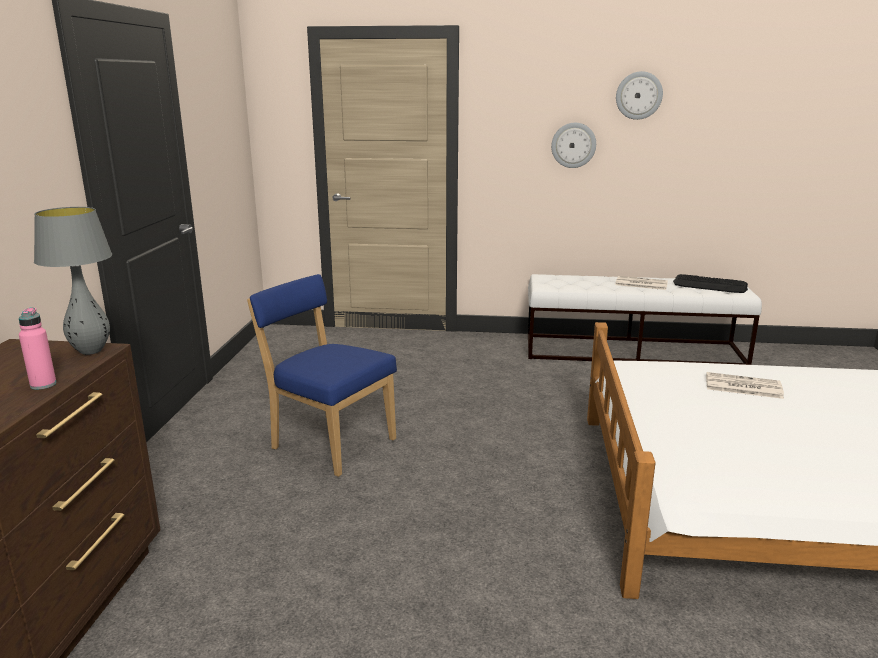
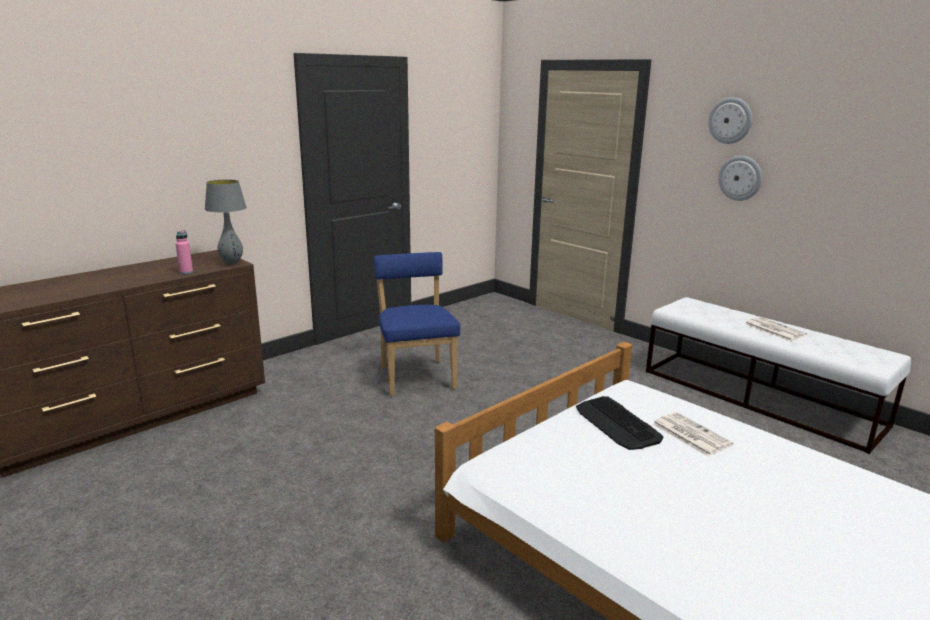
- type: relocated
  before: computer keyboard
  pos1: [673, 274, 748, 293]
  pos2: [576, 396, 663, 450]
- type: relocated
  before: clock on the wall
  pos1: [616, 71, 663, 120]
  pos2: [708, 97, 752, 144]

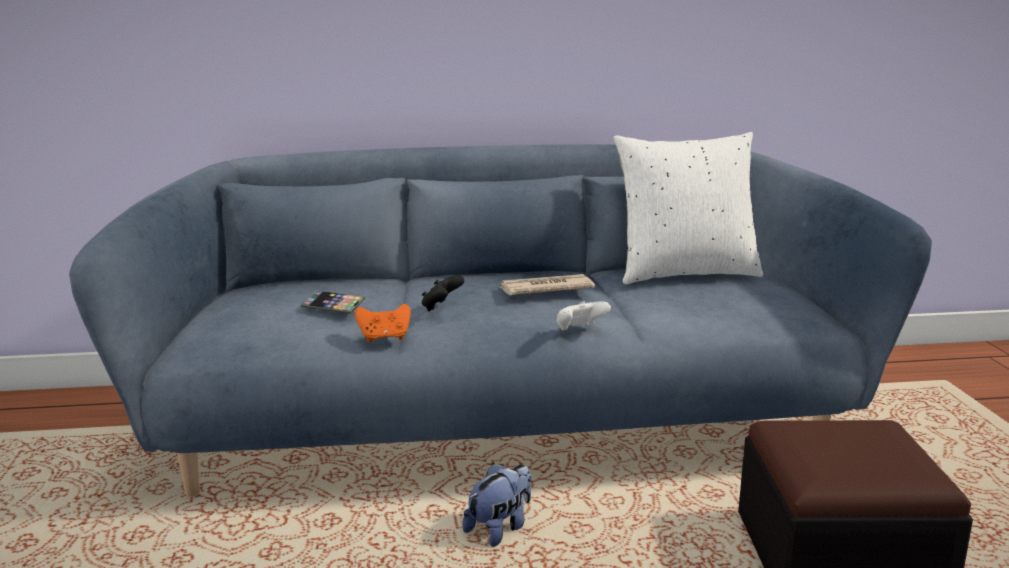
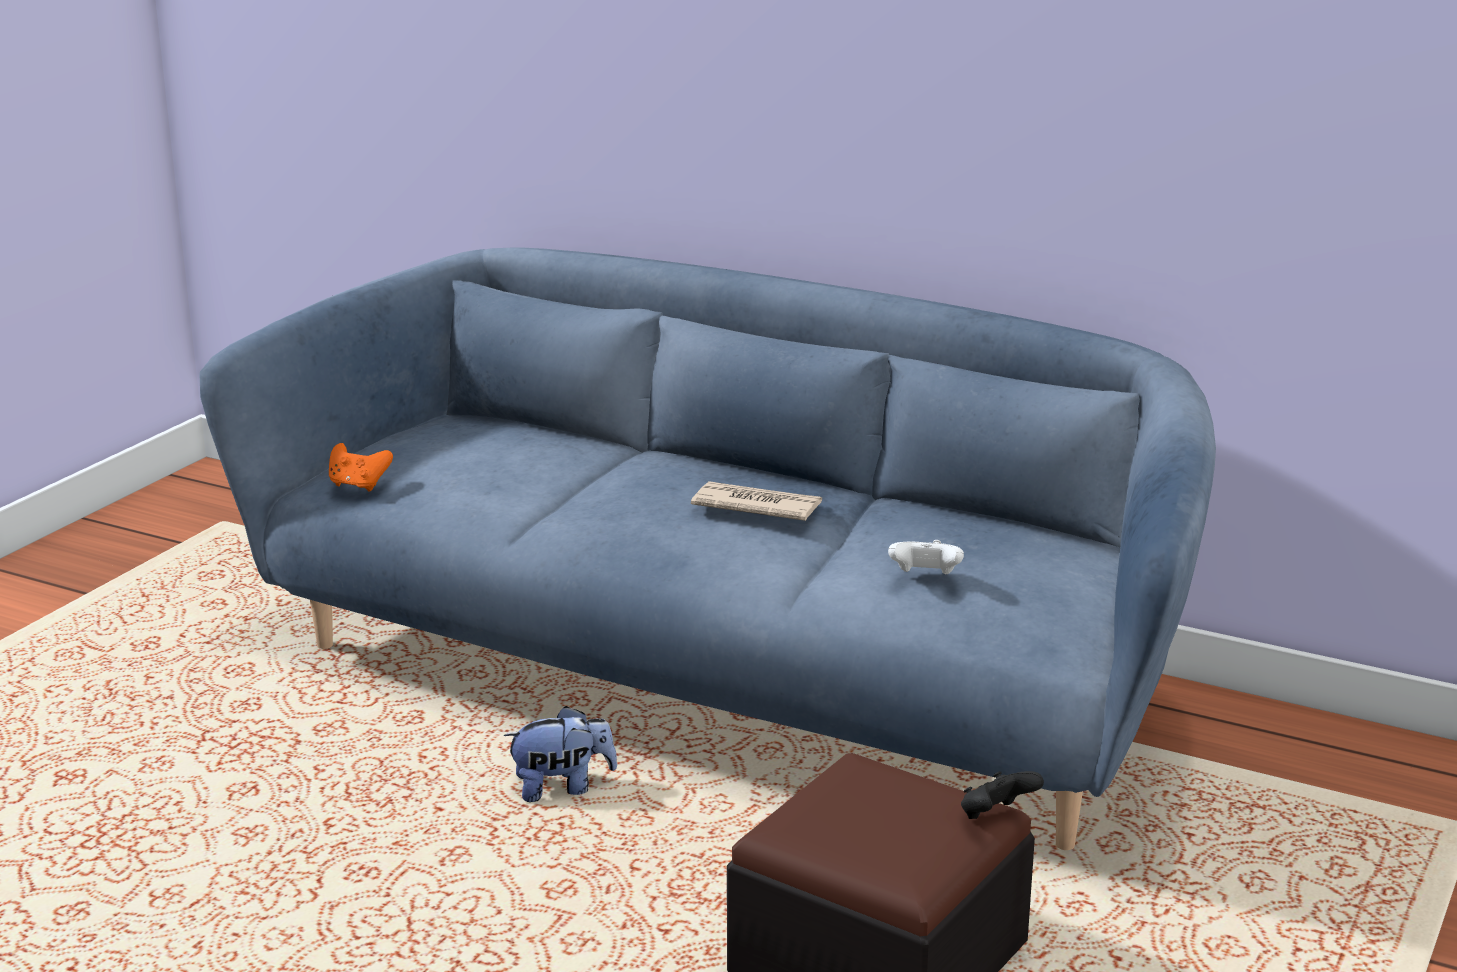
- type: relocated
  before: game controller (orange)
  pos1: [355, 304, 411, 342]
  pos2: [329, 443, 393, 491]
- type: relocated
  before: game controller (whitish)
  pos1: [557, 301, 611, 331]
  pos2: [888, 540, 964, 575]
- type: relocated
  before: game controller (black)
  pos1: [421, 275, 464, 311]
  pos2: [961, 771, 1044, 819]
- type: missing
  before: handset
  pos1: [301, 290, 365, 314]
- type: missing
  before: pillow (whitish)
  pos1: [613, 132, 763, 285]

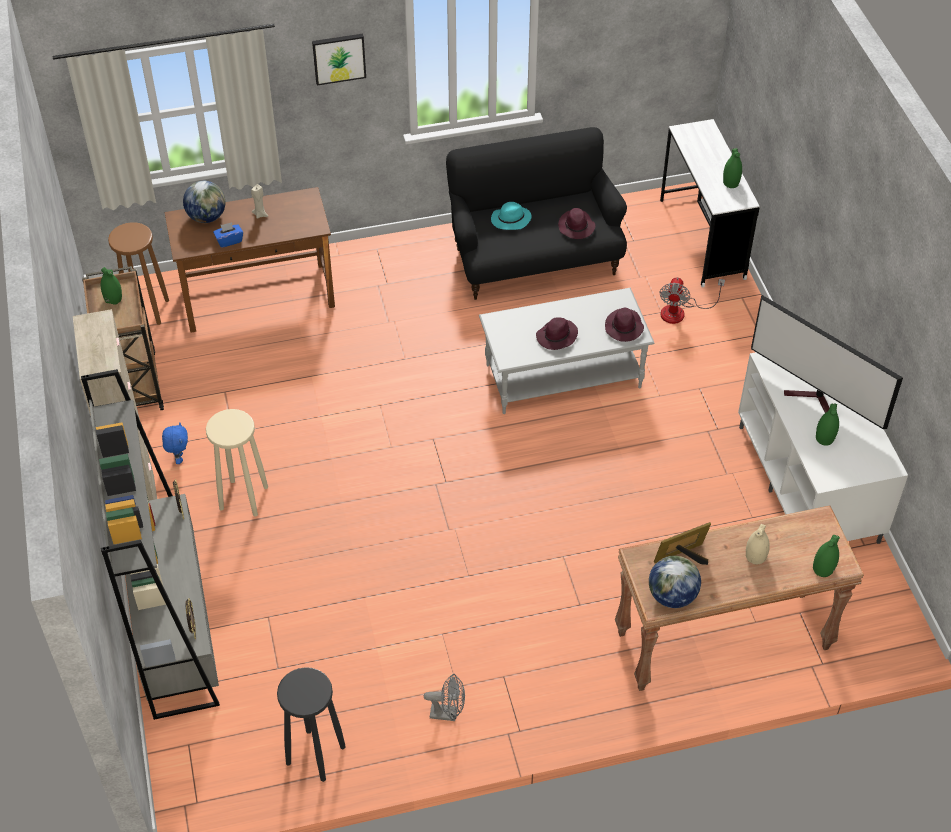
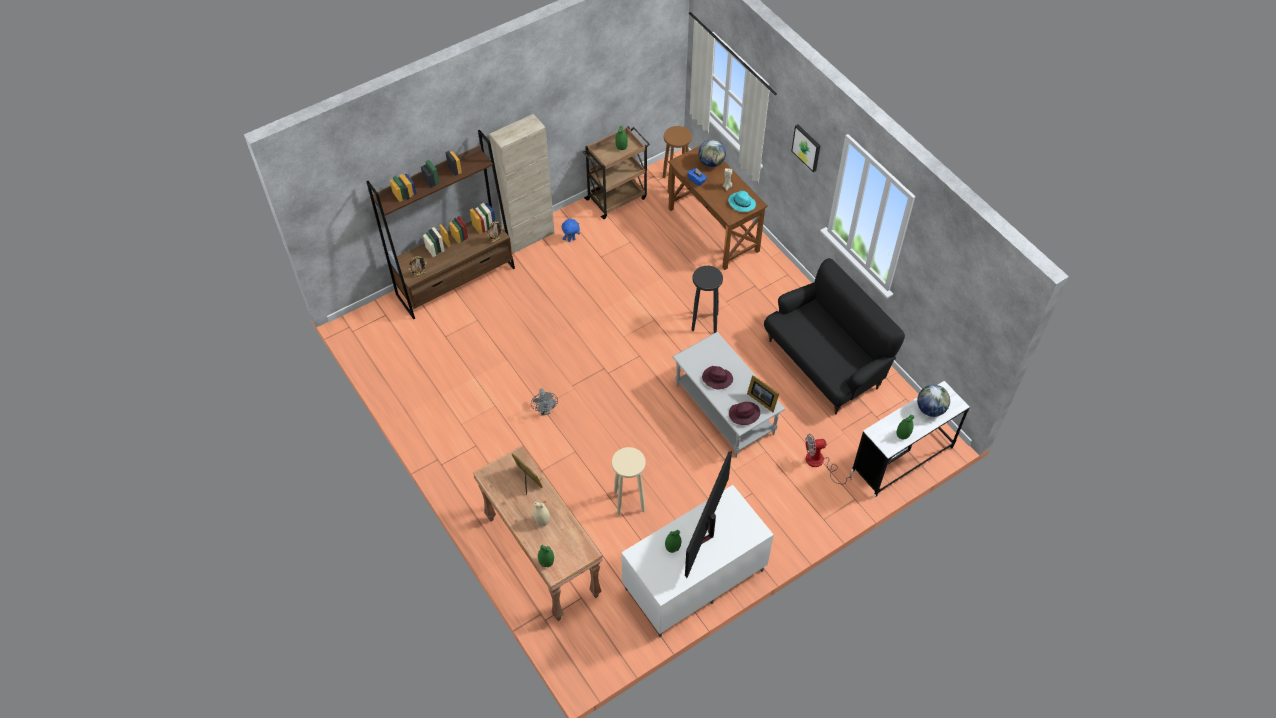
- type: colour
  before: shelving unit (gray)
  after: shelving unit (brown)
  pos1: [81, 369, 220, 720]
  pos2: [366, 130, 515, 319]
- type: relocated
  before: cooling fan (gray)
  pos1: [424, 674, 465, 721]
  pos2: [531, 388, 558, 416]
- type: relocated
  before: sitting stool (beige-coloured)
  pos1: [206, 409, 268, 516]
  pos2: [612, 447, 646, 515]
- type: relocated
  before: sitting stool (black)
  pos1: [277, 667, 346, 782]
  pos2: [691, 266, 723, 333]
- type: relocated
  before: hat (blue-green)
  pos1: [491, 202, 532, 230]
  pos2: [728, 191, 756, 212]
- type: appeared
  after: picture frame
  pos2: [747, 375, 779, 412]
- type: relocated
  before: world globe
  pos1: [649, 556, 701, 608]
  pos2: [917, 385, 950, 417]
- type: missing
  before: hat (purplish)
  pos1: [558, 208, 595, 239]

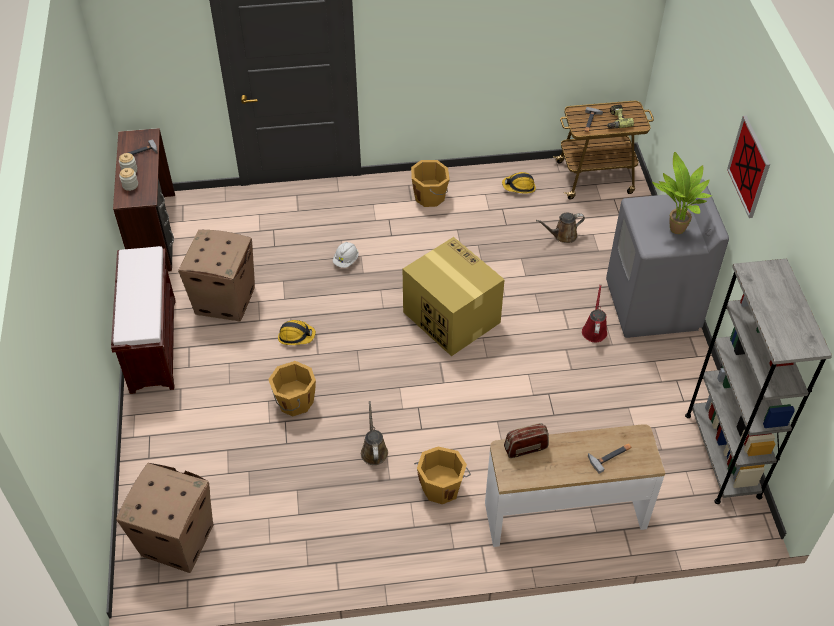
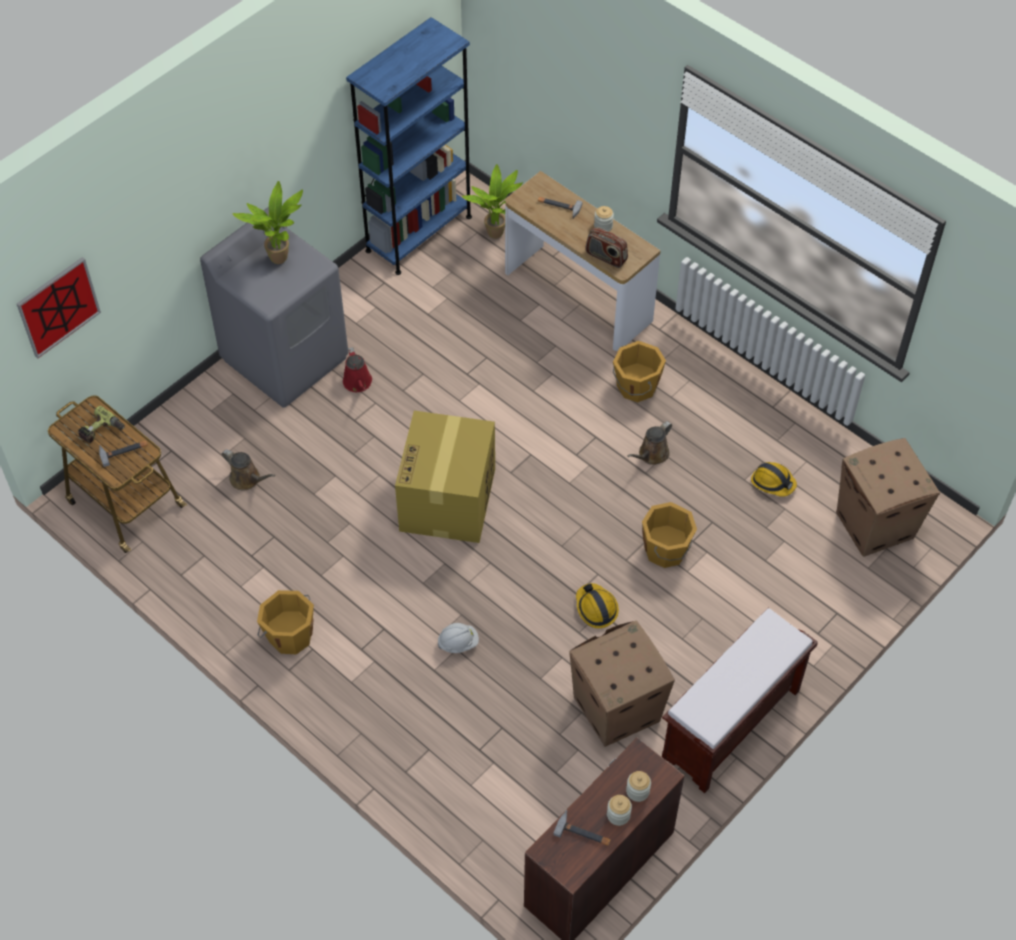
- type: relocated
  before: wall picture
  pos1: [727, 116, 770, 218]
  pos2: [17, 257, 101, 359]
- type: spun
  before: sprinkling can (red)
  pos1: [582, 284, 607, 342]
  pos2: [343, 347, 372, 392]
  turn: -75
- type: colour
  before: shelving unit (gray)
  after: shelving unit (blue-coloured)
  pos1: [685, 259, 832, 504]
  pos2: [346, 17, 472, 275]
- type: appeared
  after: plant in a pot
  pos2: [462, 164, 523, 239]
- type: appeared
  after: jar
  pos2: [594, 206, 614, 232]
- type: relocated
  before: hard hat
  pos1: [502, 172, 536, 193]
  pos2: [751, 462, 797, 497]

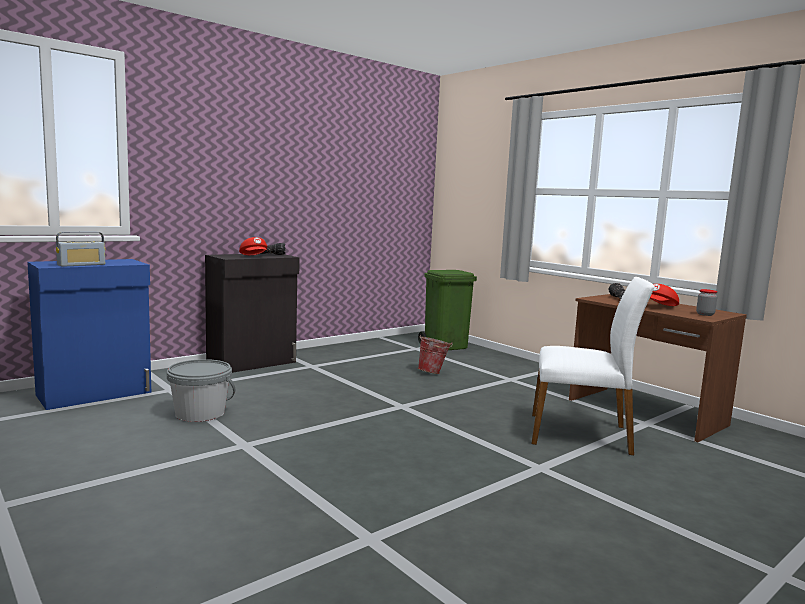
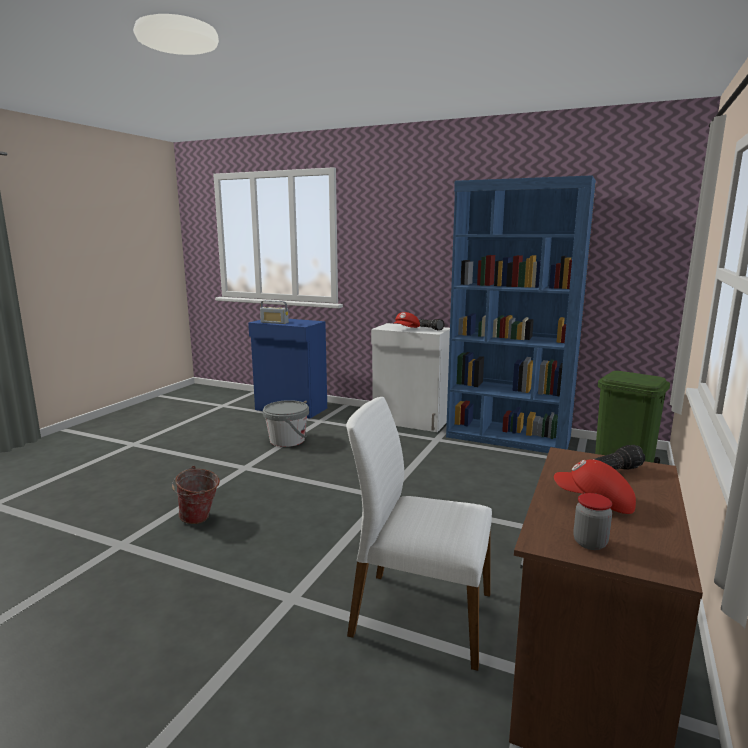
- type: relocated
  before: bucket
  pos1: [418, 335, 452, 374]
  pos2: [172, 466, 220, 524]
- type: spun
  before: chair (whitish)
  pos1: [532, 277, 655, 455]
  pos2: [346, 397, 492, 671]
  turn: 120
- type: colour
  before: cupboard (black)
  after: cupboard (whitish)
  pos1: [205, 253, 300, 373]
  pos2: [371, 323, 450, 432]
- type: appeared
  after: shelving unit (blue-coloured)
  pos2: [446, 175, 596, 453]

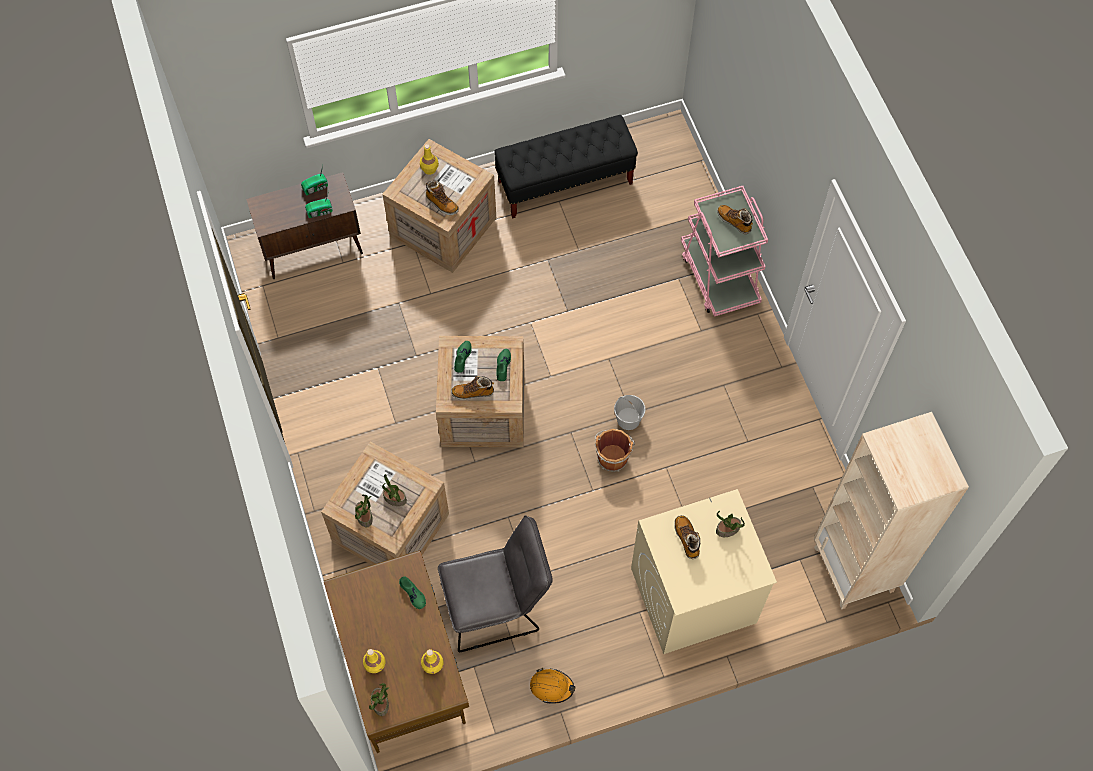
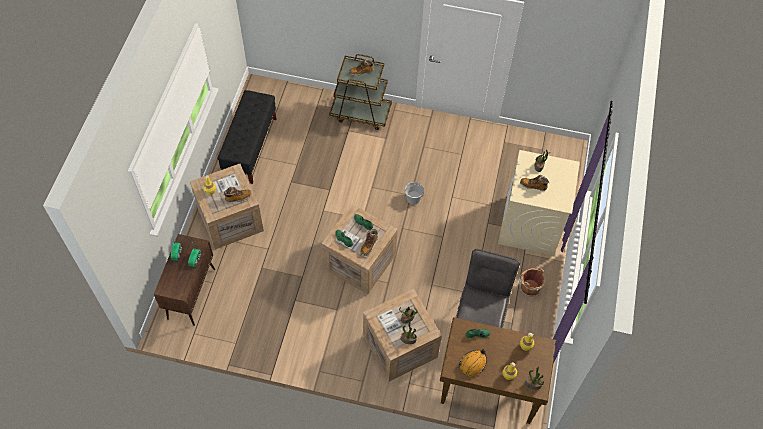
- type: colour
  before: cart (pink)
  after: cart (brown)
  pos1: [681, 186, 768, 317]
  pos2: [329, 54, 392, 130]
- type: relocated
  before: hard hat (orange)
  pos1: [530, 668, 576, 704]
  pos2: [459, 349, 487, 376]
- type: relocated
  before: bucket (brown)
  pos1: [594, 429, 635, 472]
  pos2: [519, 267, 545, 297]
- type: missing
  before: shelving unit (beige-coloured)
  pos1: [814, 412, 969, 609]

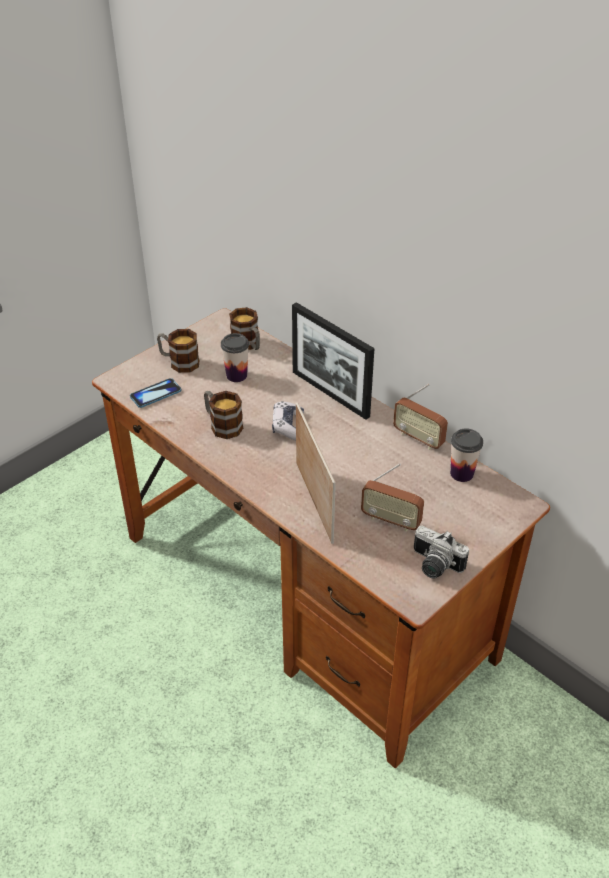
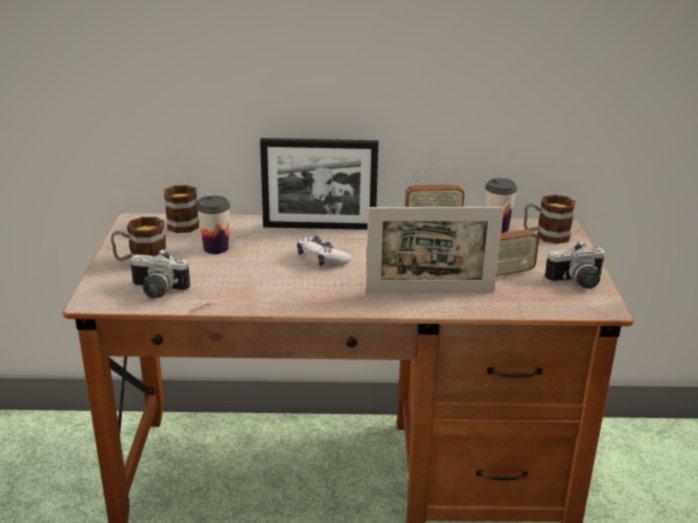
- type: exchanged
  before: handset
  after: still camera
  pos1: [130, 378, 181, 408]
  pos2: [130, 249, 190, 299]
- type: spun
  before: picture frame
  pos1: [296, 402, 336, 544]
  pos2: [366, 207, 504, 293]
  turn: 150
- type: relocated
  before: mug
  pos1: [204, 391, 243, 439]
  pos2: [524, 195, 576, 244]

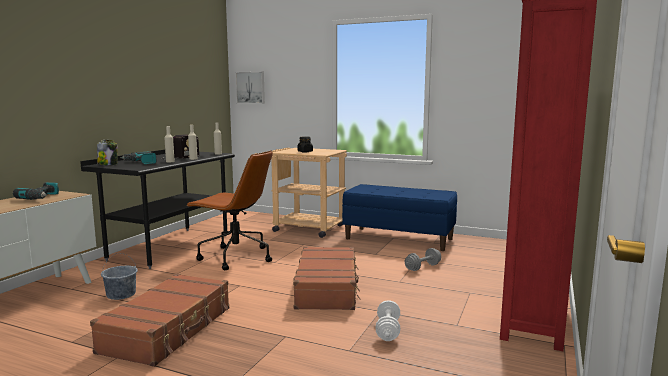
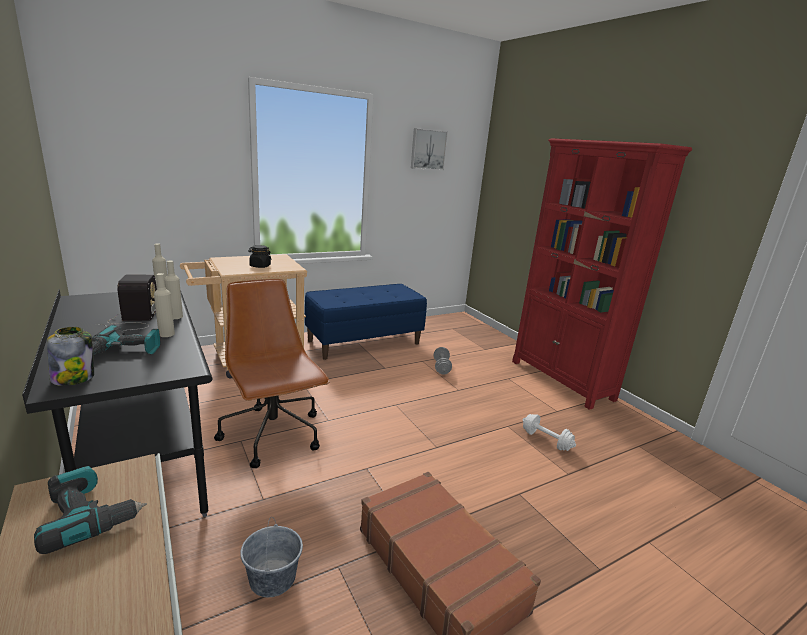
- type: spun
  before: computer chair (brown)
  pos1: [186, 150, 273, 270]
  pos2: [214, 279, 330, 468]
  turn: -90
- type: relocated
  before: wall picture
  pos1: [235, 72, 265, 104]
  pos2: [411, 128, 448, 170]
- type: missing
  before: piece of luggage (brown)
  pos1: [293, 247, 360, 310]

